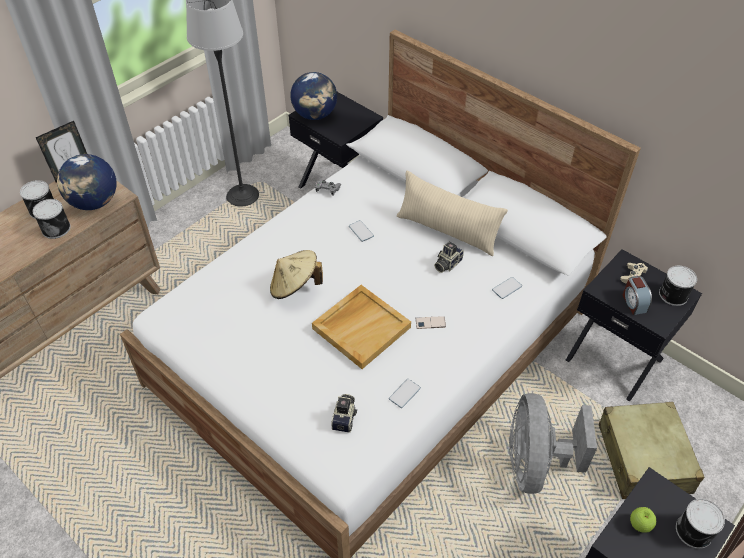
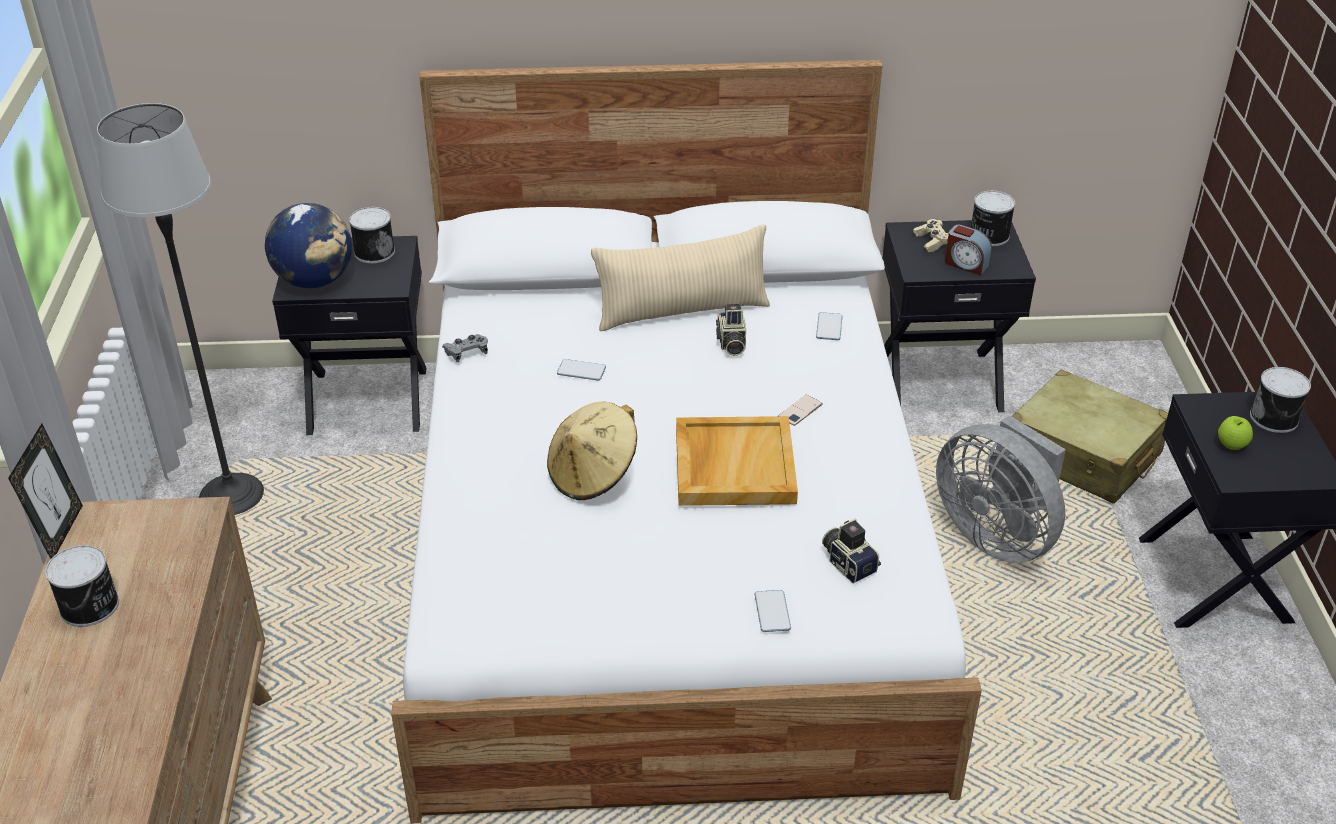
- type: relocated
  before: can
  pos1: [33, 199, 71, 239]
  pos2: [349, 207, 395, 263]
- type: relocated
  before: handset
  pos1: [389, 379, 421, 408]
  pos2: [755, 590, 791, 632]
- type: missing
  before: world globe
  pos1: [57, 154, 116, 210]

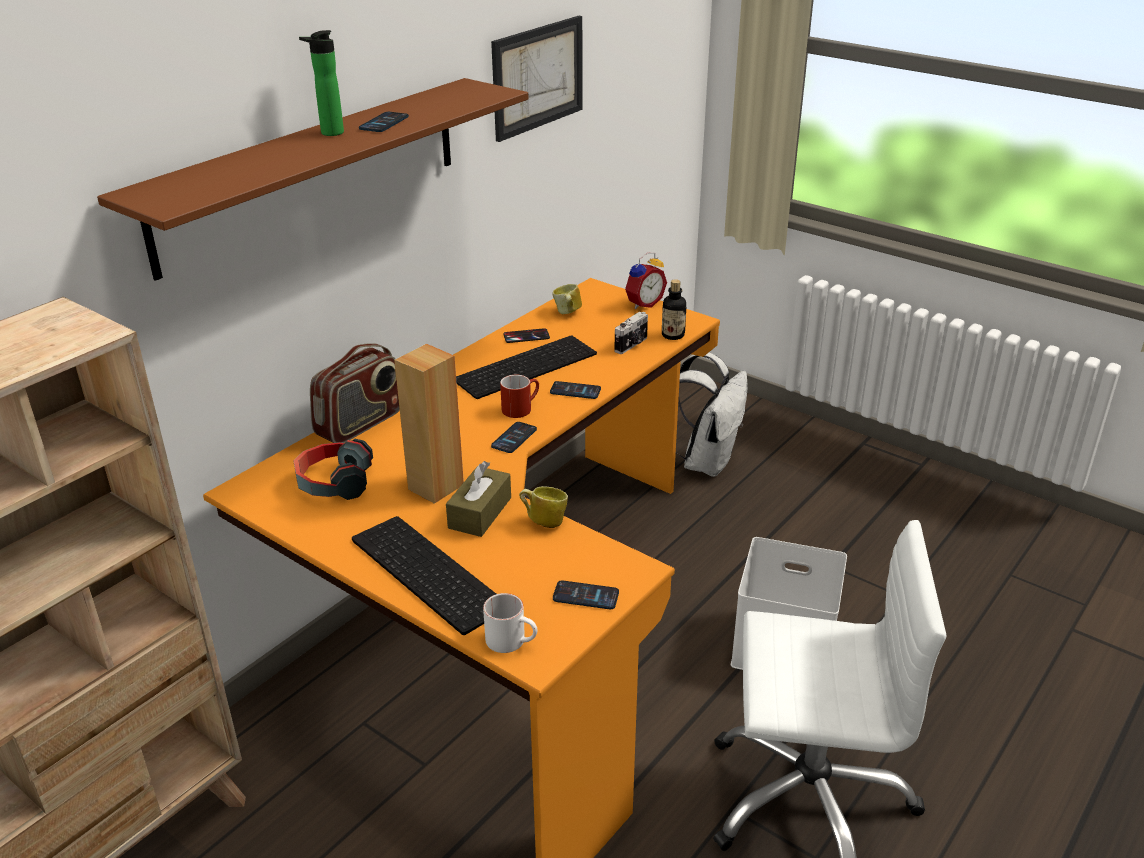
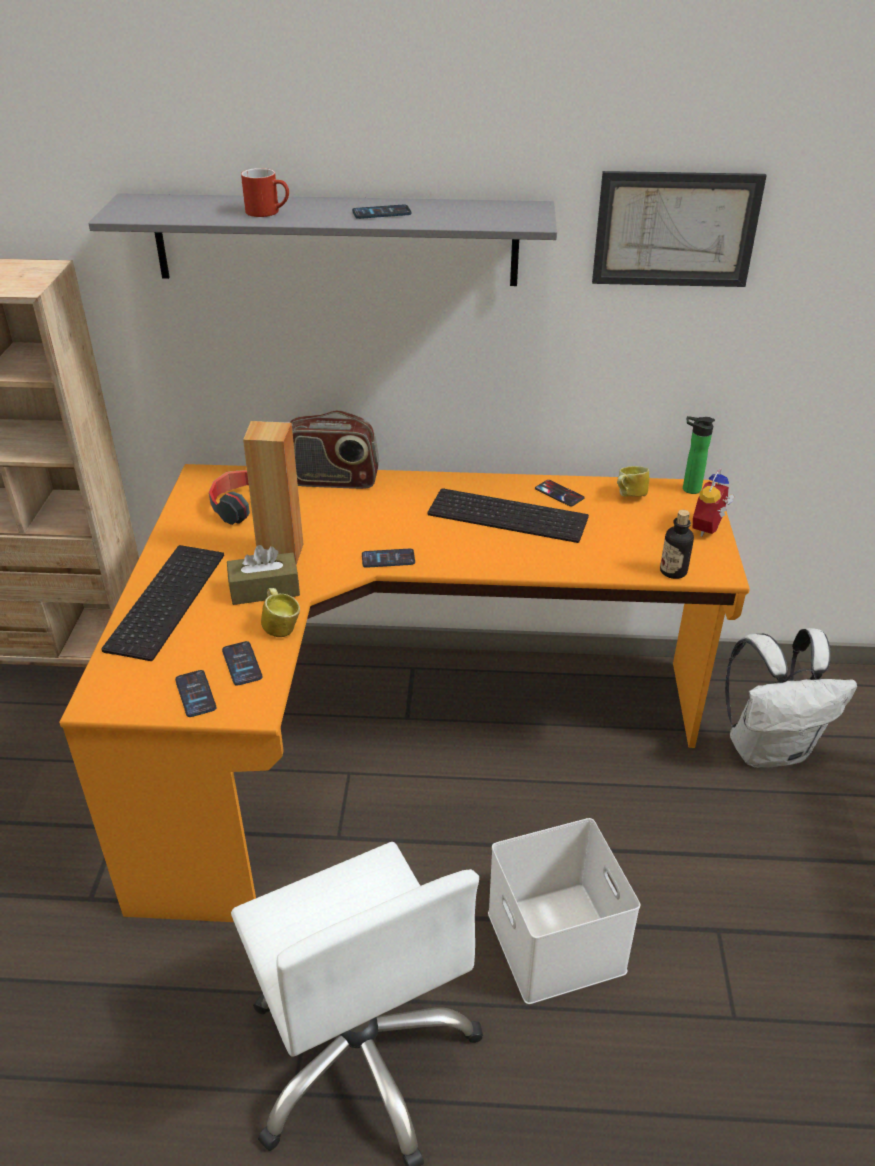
- type: colour
  before: bracket shelf (brown)
  after: bracket shelf (gray)
  pos1: [97, 78, 528, 281]
  pos2: [88, 193, 557, 286]
- type: relocated
  before: handset
  pos1: [550, 381, 601, 399]
  pos2: [222, 641, 262, 686]
- type: relocated
  before: mug (red)
  pos1: [500, 375, 539, 418]
  pos2: [241, 168, 289, 217]
- type: relocated
  before: beverage bottle
  pos1: [299, 30, 344, 136]
  pos2: [683, 416, 715, 494]
- type: spun
  before: bedside clock
  pos1: [625, 253, 667, 309]
  pos2: [693, 469, 735, 537]
  turn: 105
- type: missing
  before: mug (whitish)
  pos1: [483, 593, 538, 653]
- type: missing
  before: still camera
  pos1: [614, 312, 648, 354]

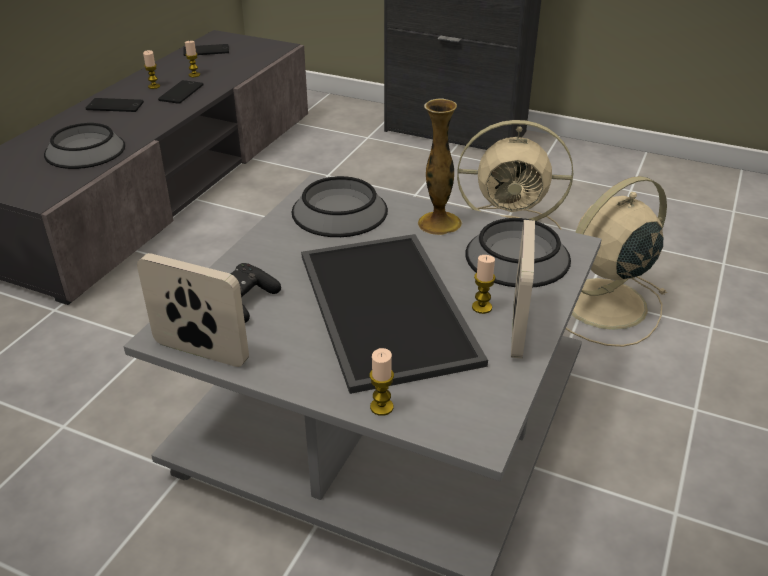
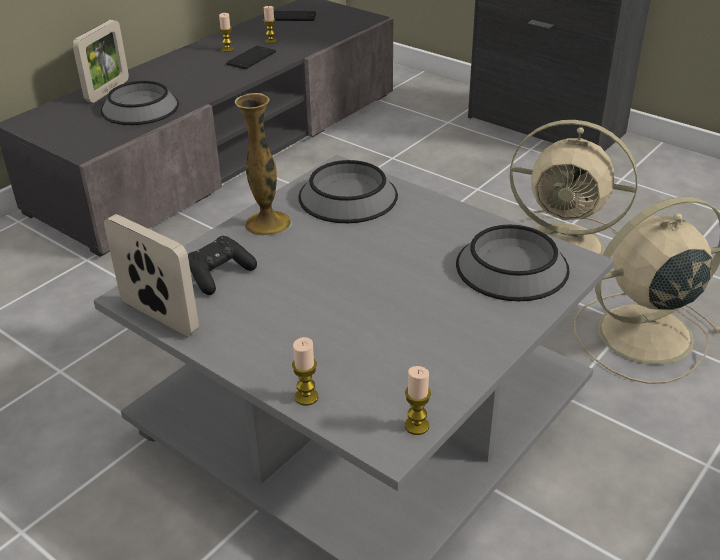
- type: relocated
  before: picture frame
  pos1: [511, 220, 535, 359]
  pos2: [73, 20, 129, 103]
- type: relocated
  before: decorative vase
  pos1: [418, 98, 462, 235]
  pos2: [235, 93, 292, 236]
- type: relocated
  before: candle
  pos1: [472, 255, 495, 314]
  pos2: [405, 366, 431, 435]
- type: missing
  before: handset
  pos1: [86, 98, 144, 112]
- type: missing
  before: serving tray
  pos1: [301, 234, 488, 394]

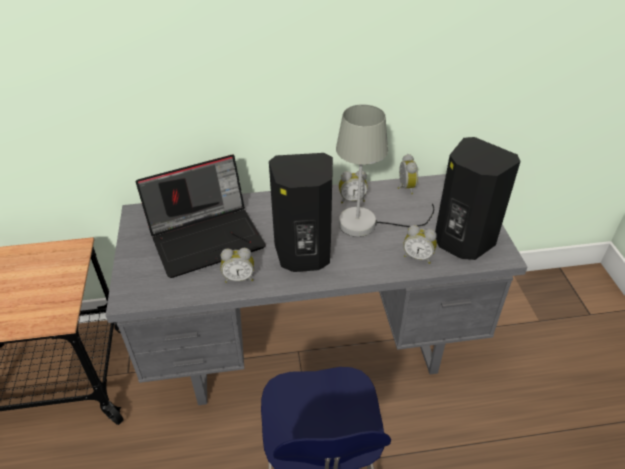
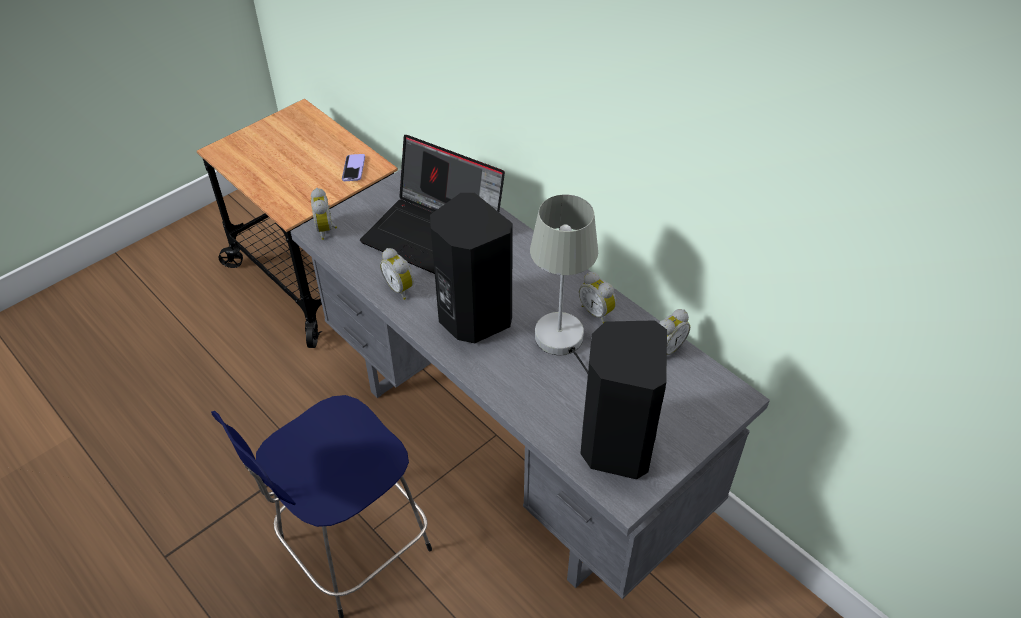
- type: relocated
  before: bedside clock
  pos1: [403, 225, 437, 264]
  pos2: [311, 188, 337, 240]
- type: appeared
  after: handset
  pos2: [342, 154, 365, 181]

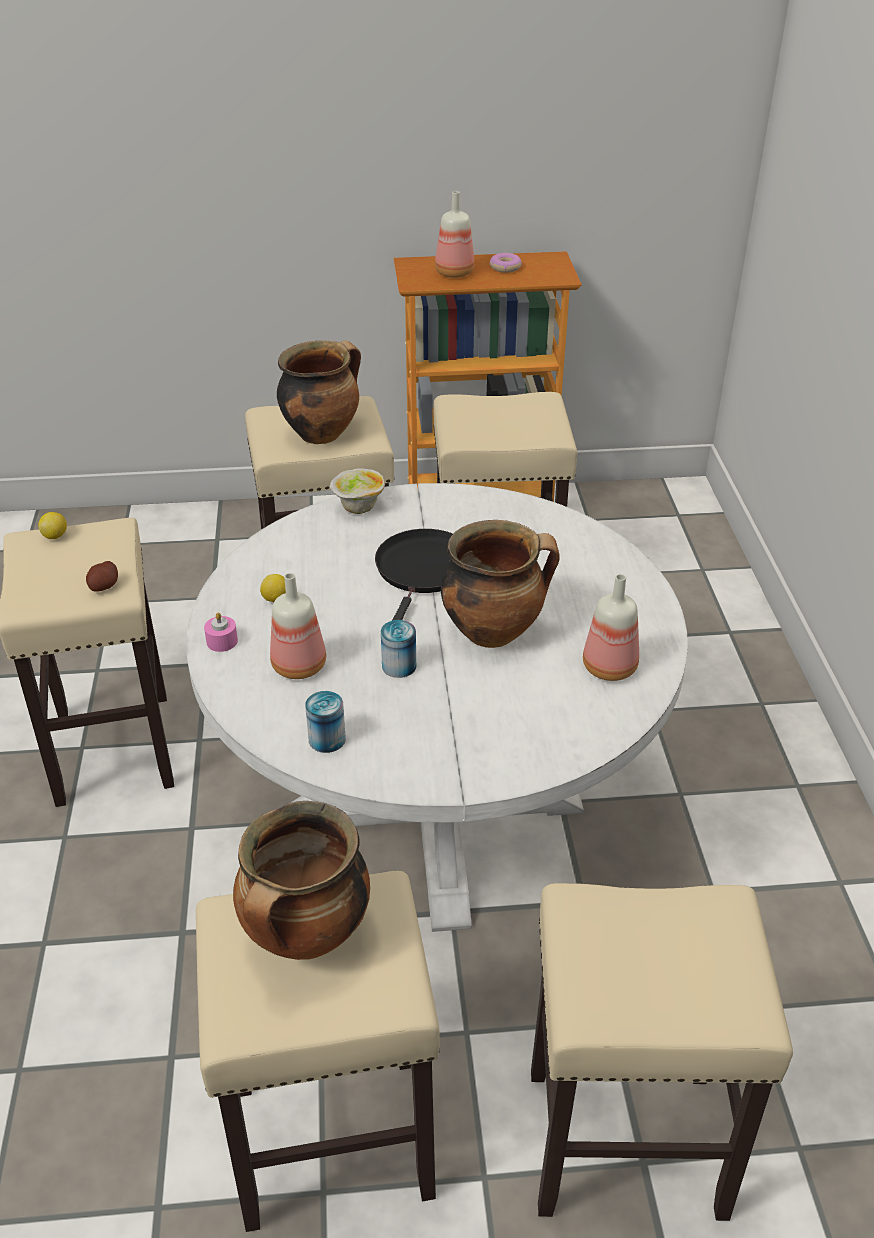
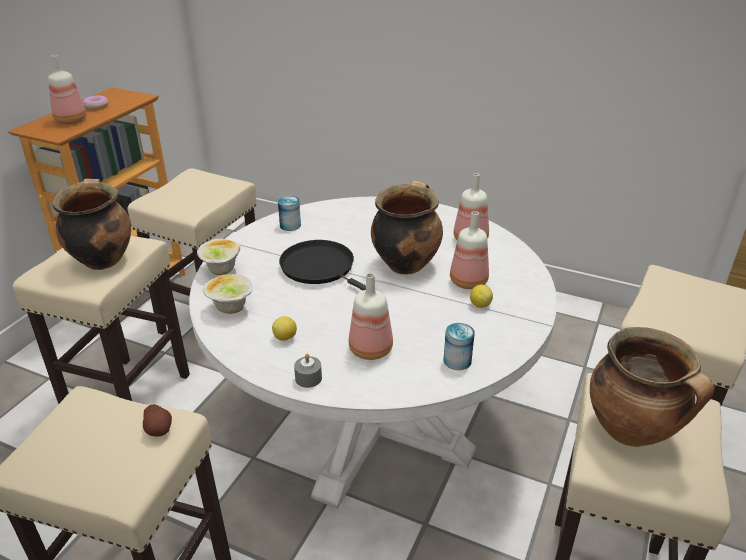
- type: appeared
  after: bowl
  pos2: [203, 274, 253, 314]
- type: relocated
  before: can
  pos1: [381, 620, 416, 678]
  pos2: [278, 196, 301, 231]
- type: colour
  before: candle (pink)
  after: candle (gray)
  pos1: [204, 612, 238, 652]
  pos2: [294, 354, 322, 388]
- type: appeared
  after: beverage bottle
  pos2: [450, 211, 489, 289]
- type: relocated
  before: citrus fruit
  pos1: [38, 512, 67, 539]
  pos2: [470, 285, 493, 308]

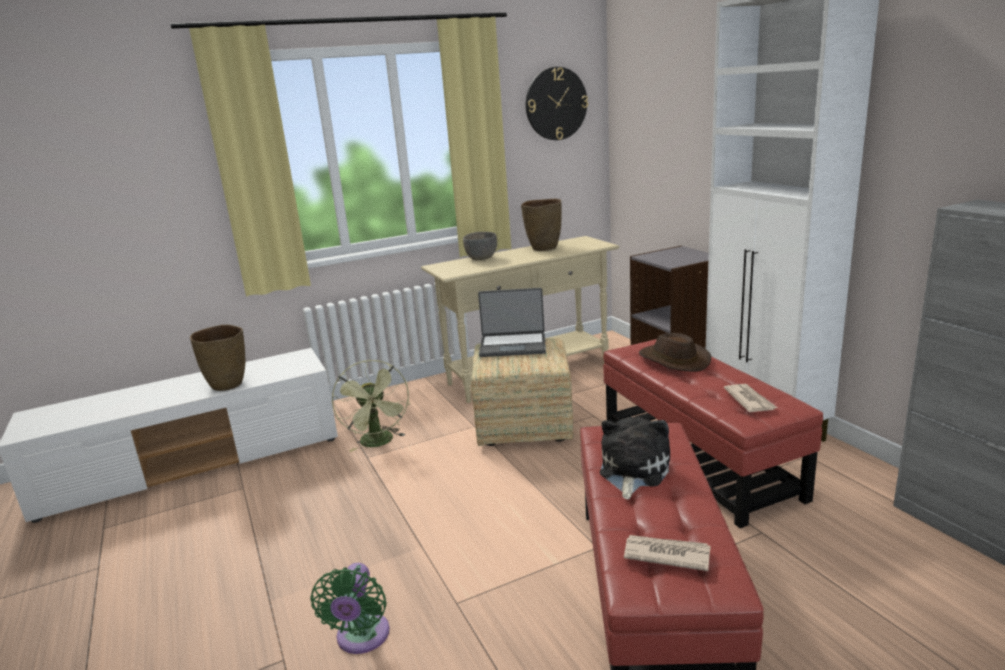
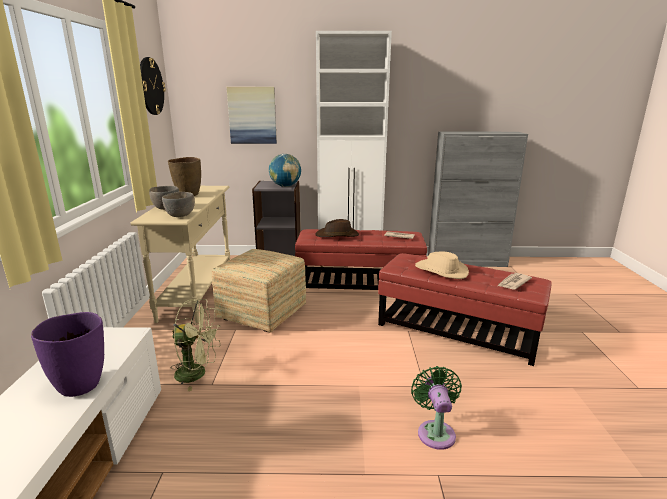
- type: colour
  before: decorative vase (brown)
  after: decorative vase (purplish)
  pos1: [190, 324, 246, 391]
  pos2: [31, 312, 104, 397]
- type: appeared
  after: bowl (gray)
  pos2: [162, 192, 195, 217]
- type: appeared
  after: wall picture
  pos2: [227, 87, 277, 144]
- type: appeared
  after: world globe
  pos2: [269, 154, 301, 187]
- type: spun
  before: cooling fan (green-coloured)
  pos1: [310, 563, 390, 654]
  pos2: [411, 366, 462, 450]
  turn: -120
- type: exchanged
  before: plush toy
  after: hat (beige-coloured)
  pos1: [600, 417, 670, 499]
  pos2: [415, 251, 469, 279]
- type: missing
  before: laptop
  pos1: [478, 288, 546, 357]

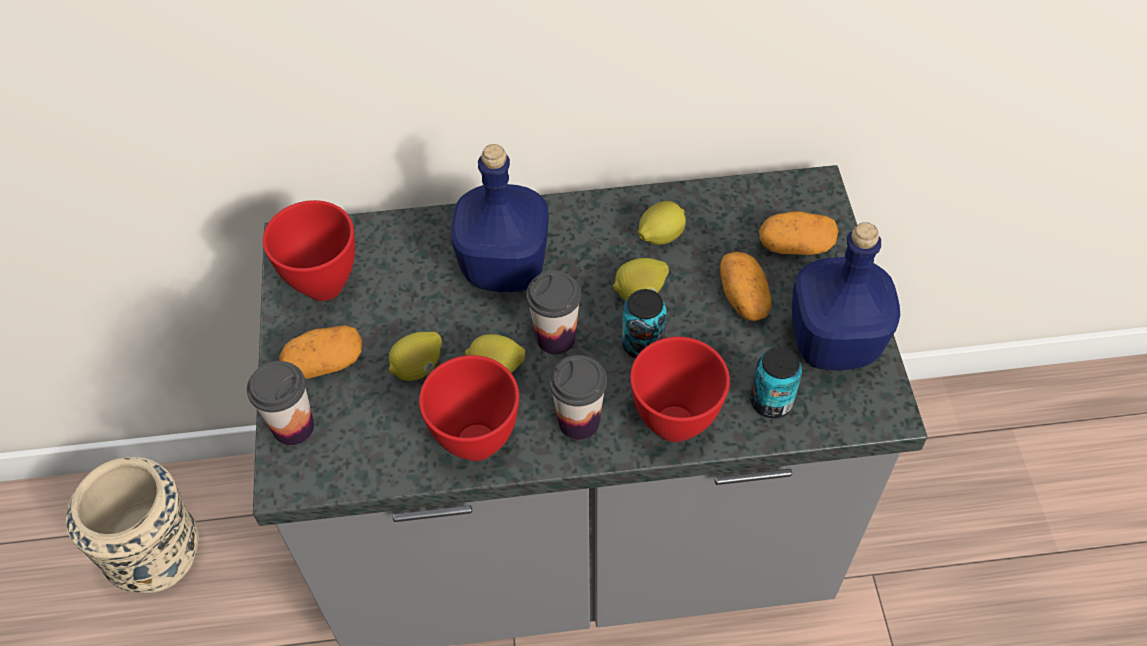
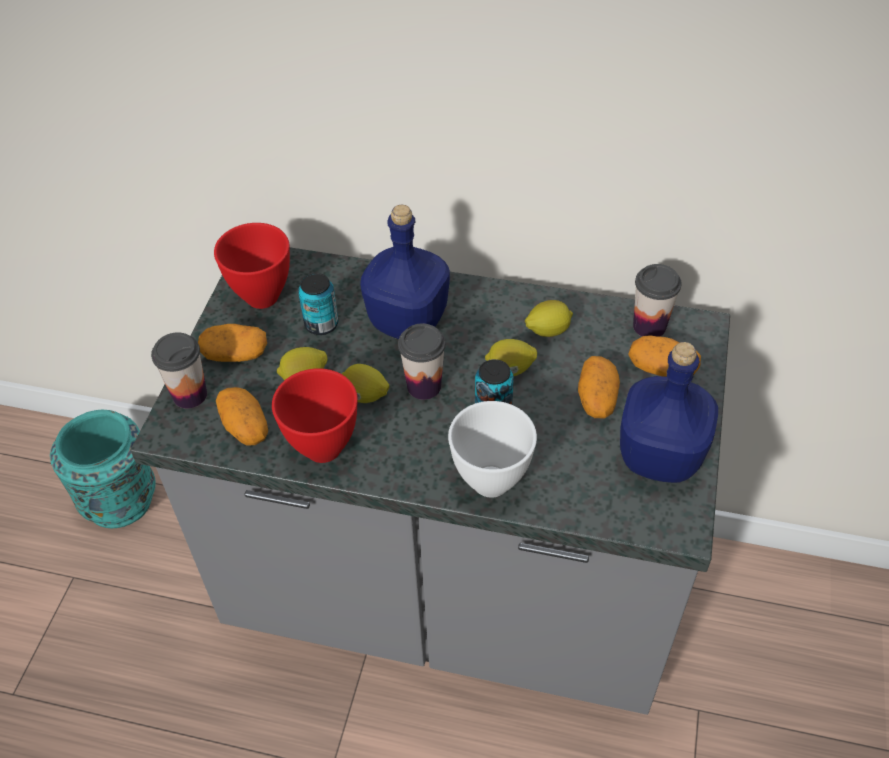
- type: colour
  before: decorative vase (beige-coloured)
  after: decorative vase (blue-green)
  pos1: [66, 457, 199, 593]
  pos2: [50, 410, 156, 528]
- type: appeared
  after: spud
  pos2: [216, 387, 268, 446]
- type: relocated
  before: can
  pos1: [750, 347, 802, 418]
  pos2: [298, 273, 338, 335]
- type: colour
  before: bowl (red)
  after: bowl (whitish)
  pos1: [630, 337, 730, 442]
  pos2: [448, 401, 537, 498]
- type: relocated
  before: cup
  pos1: [549, 355, 607, 440]
  pos2: [633, 264, 682, 337]

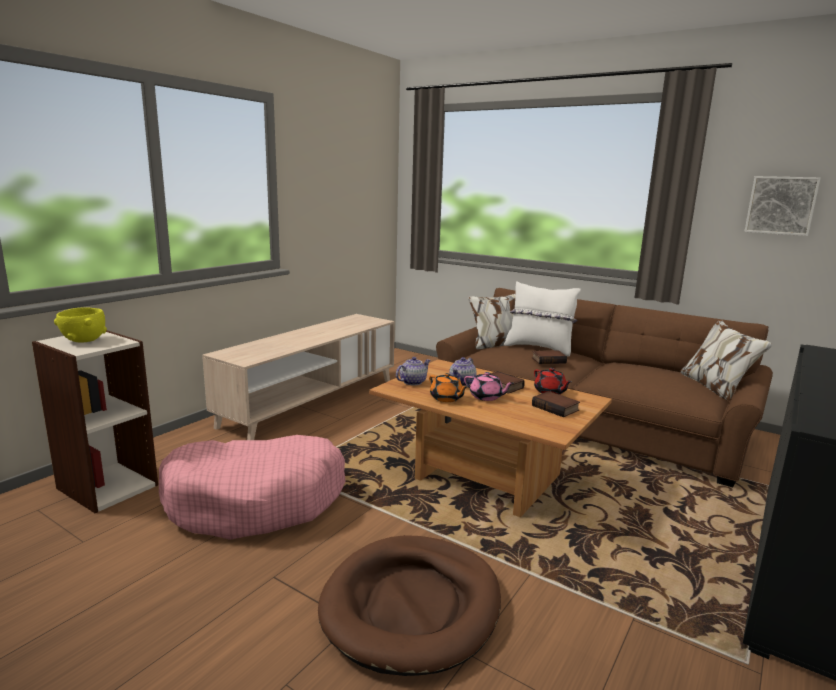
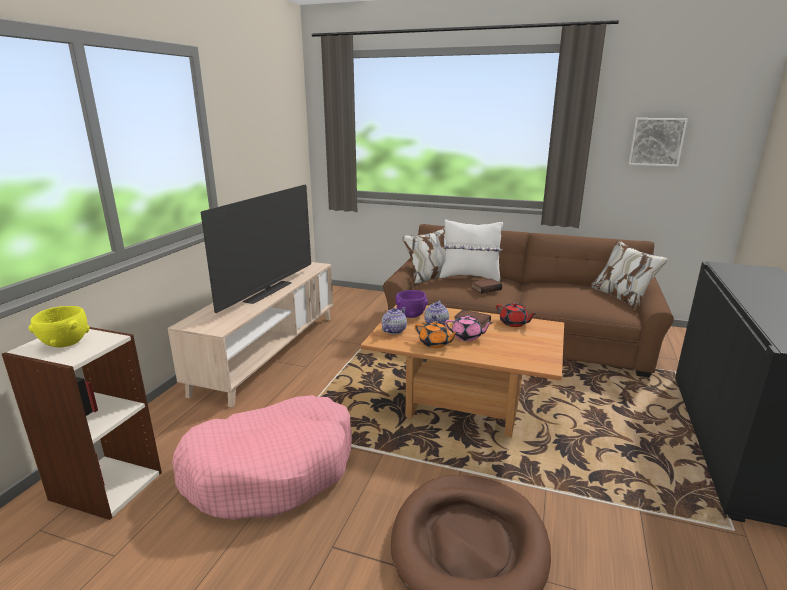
- type: appeared
  after: television
  pos2: [201, 185, 311, 313]
- type: appeared
  after: bowl (purplish)
  pos2: [396, 290, 428, 318]
- type: missing
  before: bound book
  pos1: [532, 391, 580, 417]

